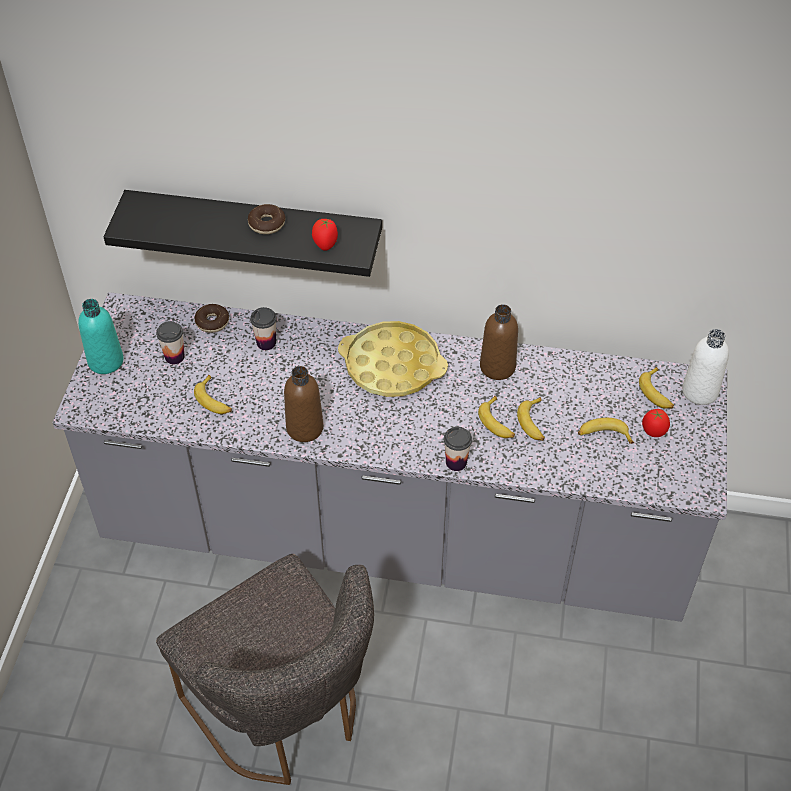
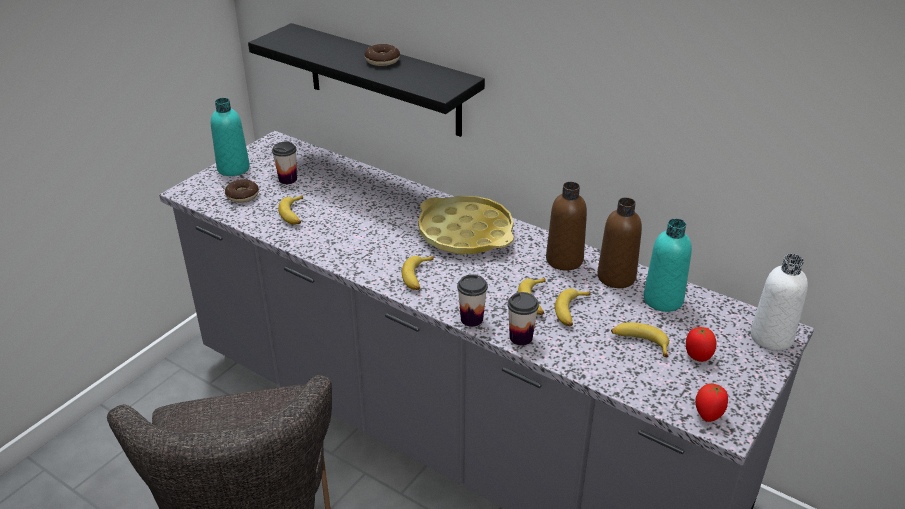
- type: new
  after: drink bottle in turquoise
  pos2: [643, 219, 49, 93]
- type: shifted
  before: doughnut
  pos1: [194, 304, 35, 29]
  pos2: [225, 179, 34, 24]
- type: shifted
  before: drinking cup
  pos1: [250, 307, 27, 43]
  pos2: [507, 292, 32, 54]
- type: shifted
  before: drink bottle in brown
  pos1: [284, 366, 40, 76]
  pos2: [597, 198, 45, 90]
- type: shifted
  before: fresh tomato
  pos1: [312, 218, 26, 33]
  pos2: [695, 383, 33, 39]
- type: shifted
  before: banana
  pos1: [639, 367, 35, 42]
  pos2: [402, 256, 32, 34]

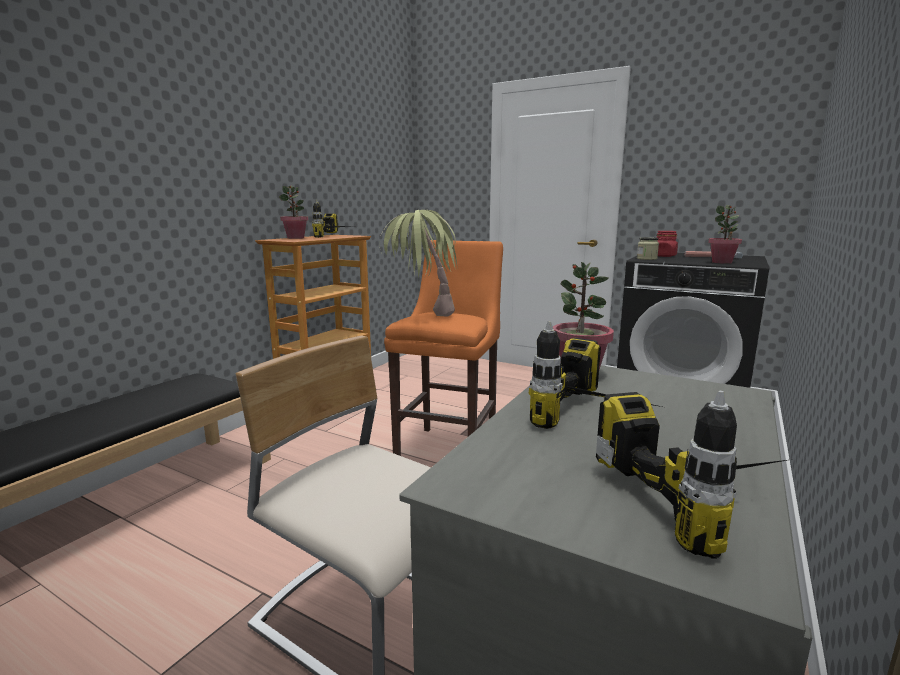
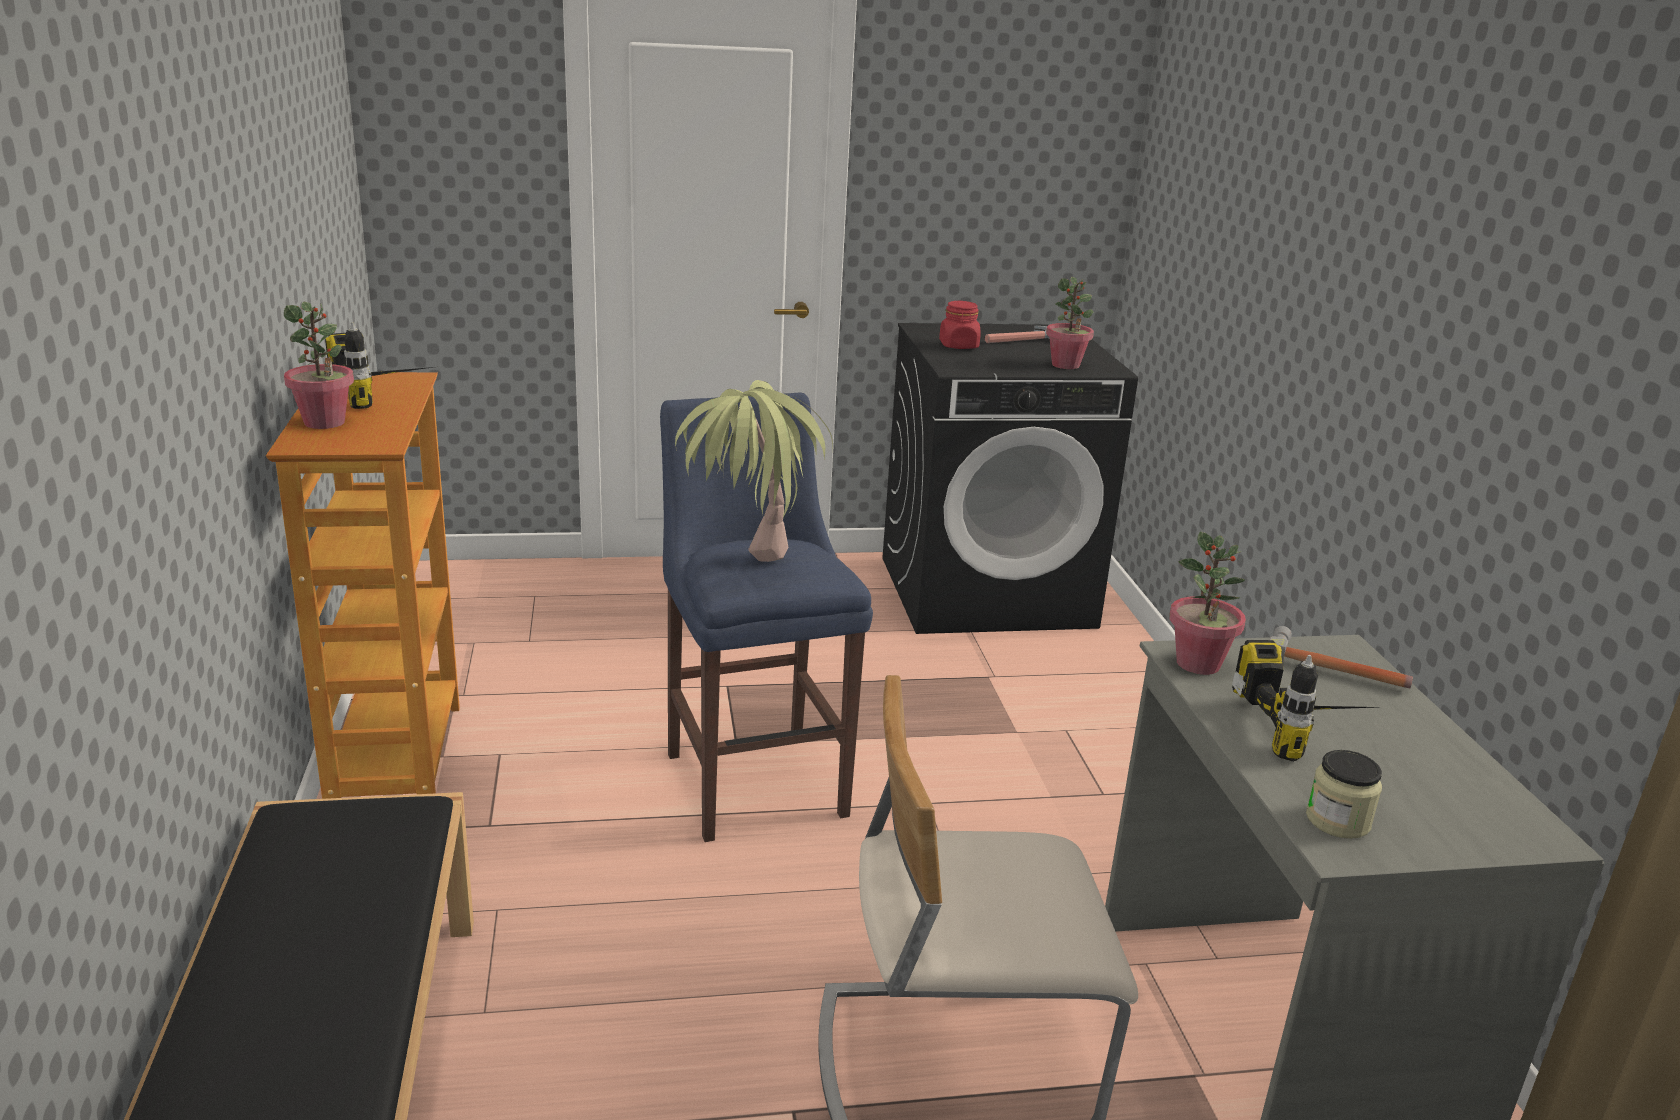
- type: gone
  before: drill
  pos1: [596, 390, 197, 168]
- type: new
  after: hammer
  pos2: [1270, 626, 143, 62]
- type: shifted
  before: preserve jar
  pos1: [637, 237, 22, 23]
  pos2: [1306, 750, 76, 89]
- type: repainted
  before: stool seat in orange-coloured
  after: stool seat in blue-coloured
  pos1: [384, 240, 119, 216]
  pos2: [660, 393, 213, 449]

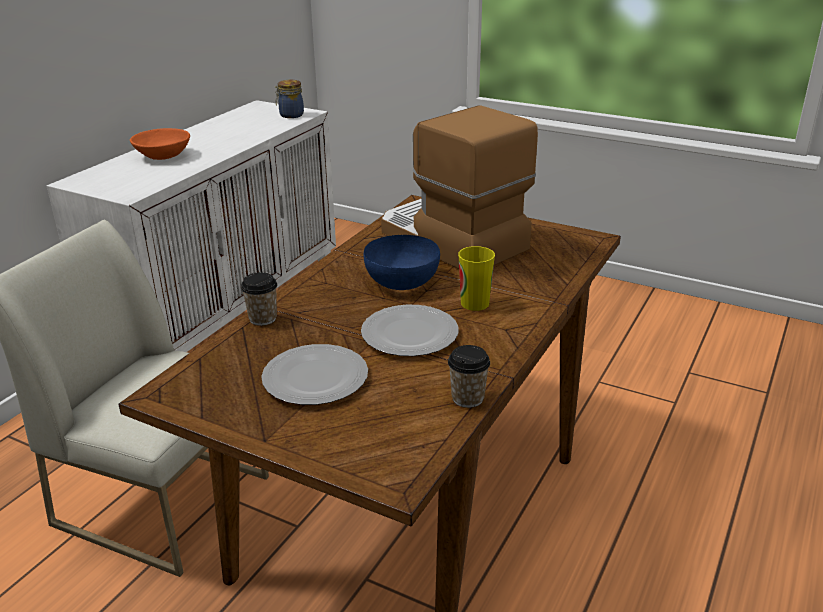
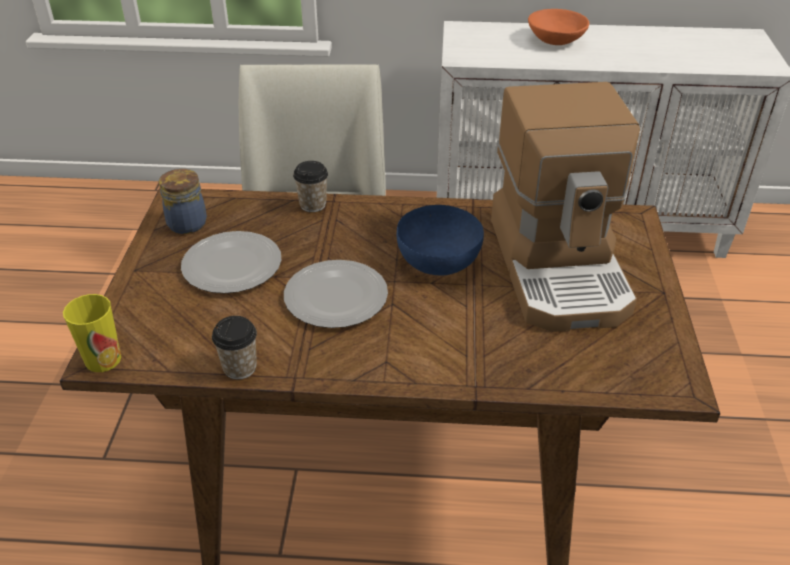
- type: shifted
  before: preserve jar
  pos1: [275, 80, 29, 38]
  pos2: [159, 169, 48, 65]
- type: shifted
  before: drinking cup
  pos1: [458, 246, 37, 65]
  pos2: [63, 294, 58, 78]
- type: rotated
  before: coffee machine
  pos1: [381, 105, 157, 164]
  pos2: [491, 82, 149, 250]
  turn: 150

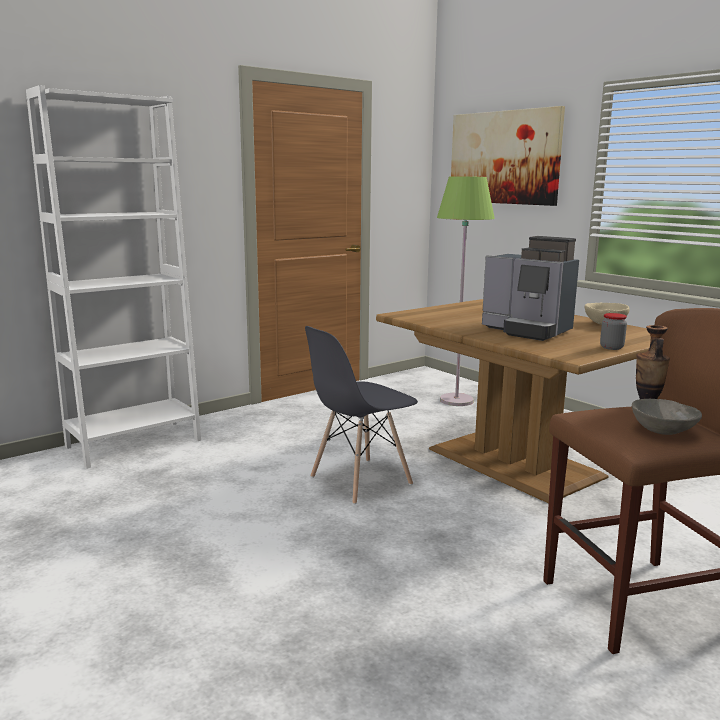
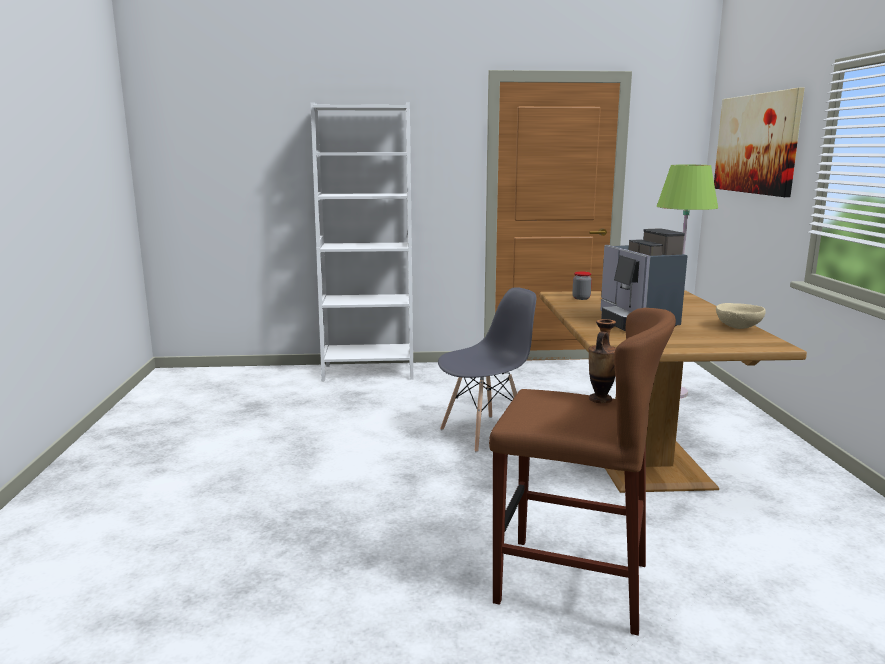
- type: gone
  before: deep dish in greyish
  pos1: [632, 399, 70, 36]
- type: shifted
  before: preserve jar
  pos1: [600, 313, 27, 37]
  pos2: [572, 272, 20, 28]
- type: rotated
  before: plain chair in greyish
  pos1: [305, 326, 113, 179]
  pos2: [438, 287, 98, 166]
  turn: 150

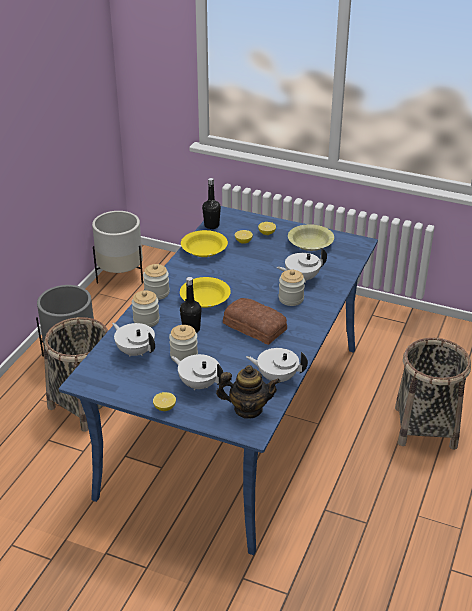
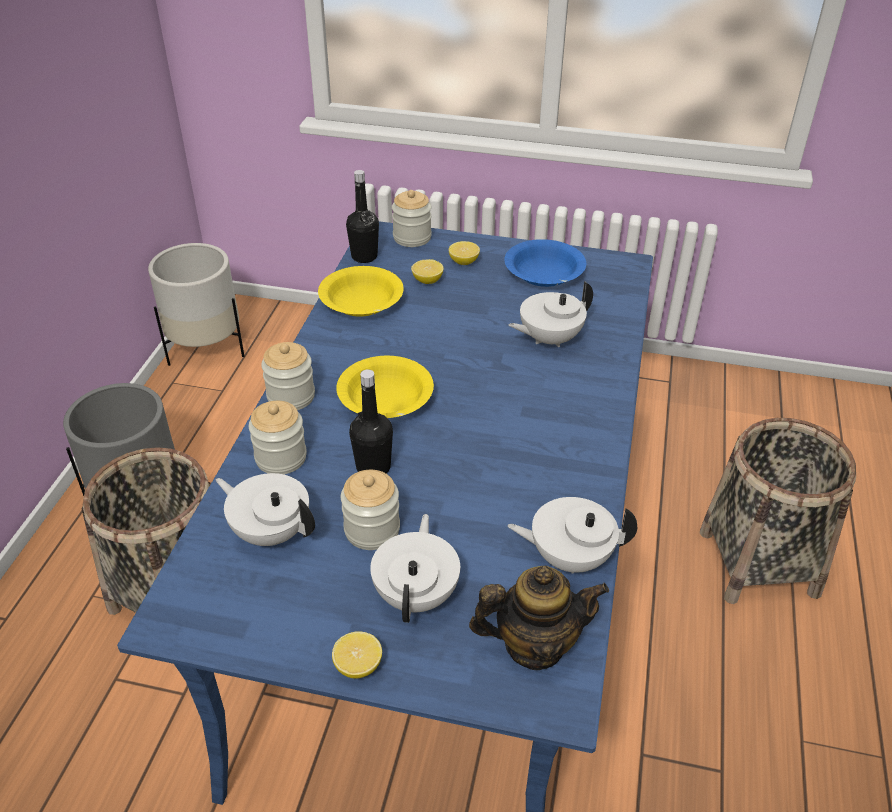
- type: gone
  before: baked bread
  pos1: [223, 298, 64, 47]
- type: shifted
  before: preserve jar
  pos1: [279, 270, 26, 36]
  pos2: [392, 190, 40, 57]
- type: repainted
  before: deep dish in yellow
  after: deep dish in blue-coloured
  pos1: [288, 224, 46, 27]
  pos2: [504, 239, 82, 48]
- type: rotated
  before: tea pot in white
  pos1: [172, 354, 52, 37]
  pos2: [370, 514, 90, 109]
  turn: 75

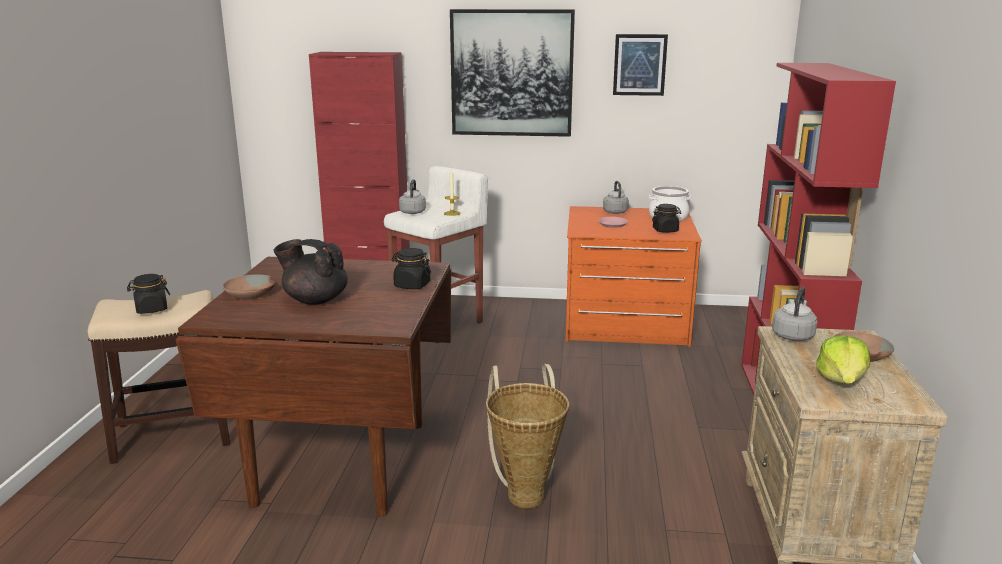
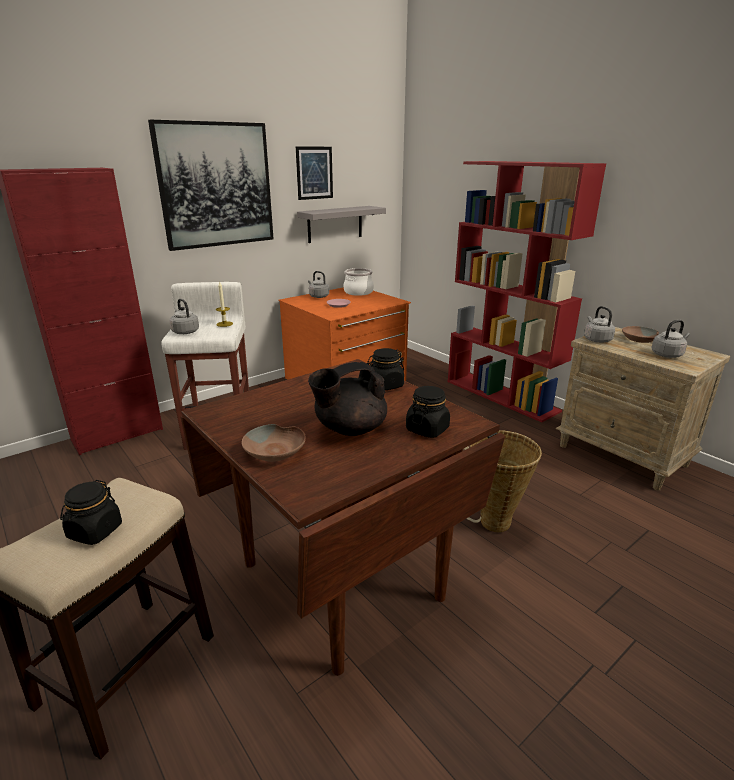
- type: new
  after: bracket shelf in greyish
  pos2: [297, 206, 89, 37]
- type: shifted
  before: preserve jar in black-coloured
  pos1: [652, 204, 29, 29]
  pos2: [406, 386, 44, 52]
- type: swapped
  before: lettuce
  after: water kettle in greyish
  pos1: [816, 335, 54, 49]
  pos2: [651, 320, 39, 38]

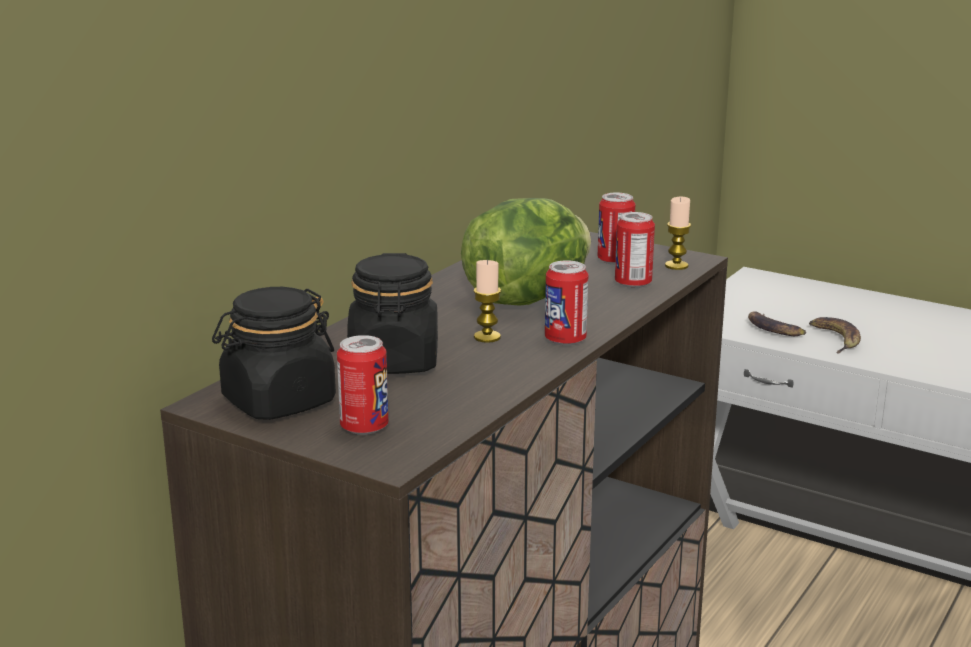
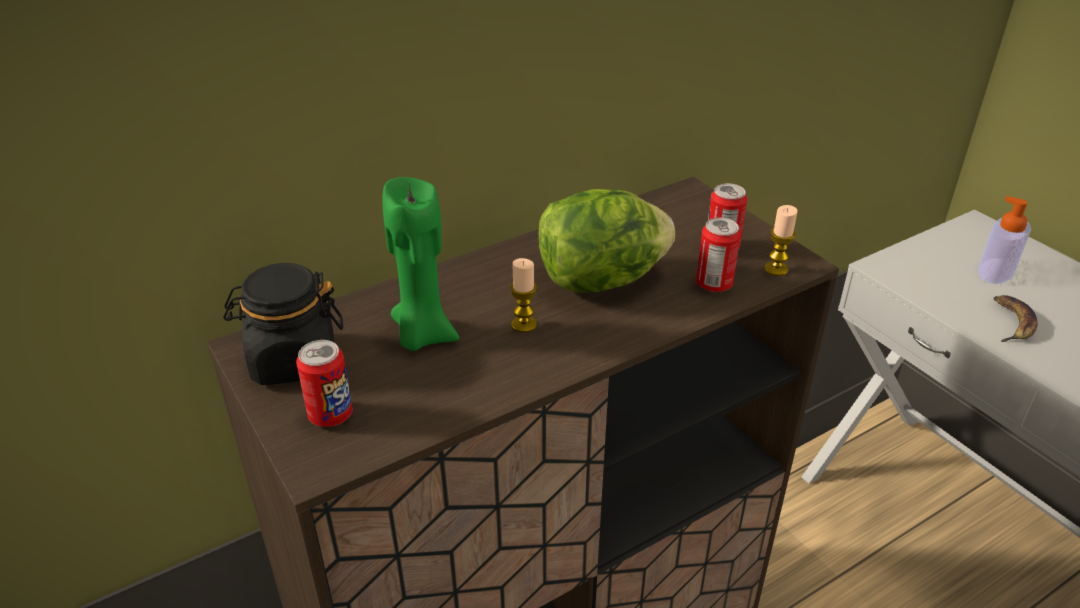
- type: gone
  before: sealed can
  pos1: [545, 260, 43, 86]
- type: gone
  before: banana
  pos1: [748, 311, 58, 25]
- type: new
  after: soap dispenser
  pos2: [978, 196, 53, 88]
- type: swapped
  before: preserve jar in black-coloured
  after: wax candle in green
  pos1: [347, 253, 91, 121]
  pos2: [383, 177, 77, 174]

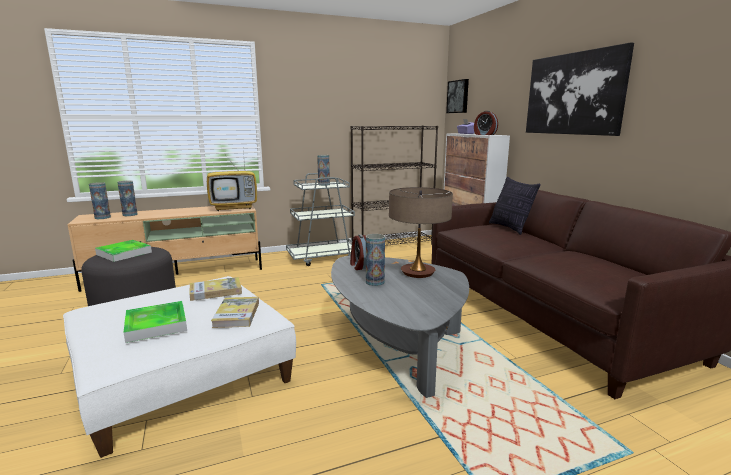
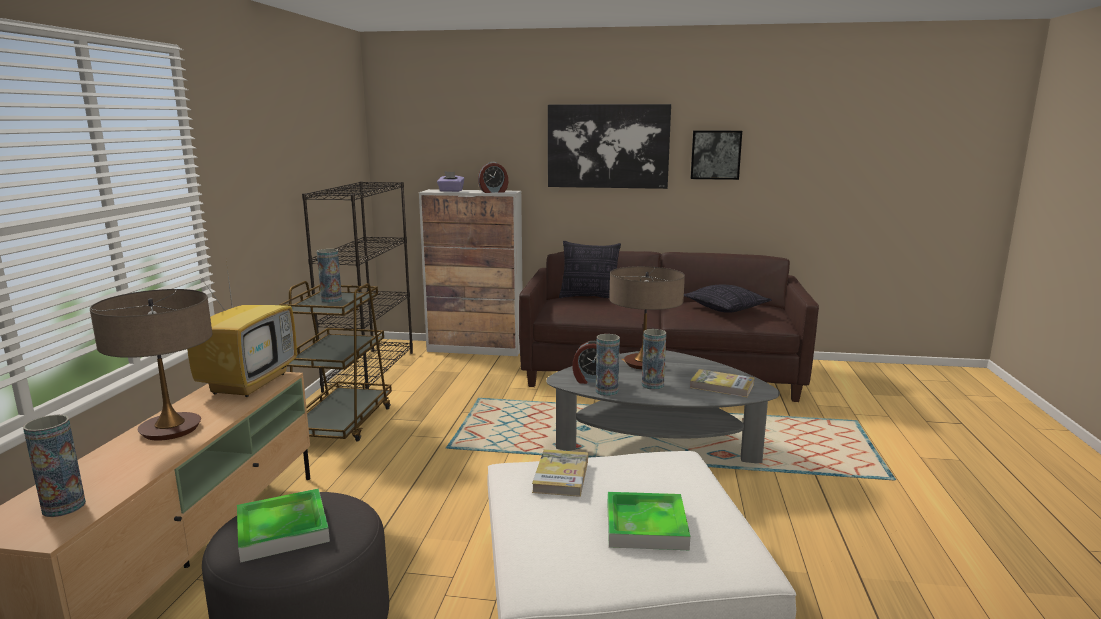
- type: new
  after: table lamp
  pos2: [90, 289, 122, 152]
- type: new
  after: throw pillow
  pos2: [684, 285, 88, 28]
- type: shifted
  before: vase
  pos1: [117, 181, 21, 35]
  pos2: [596, 334, 24, 62]
- type: shifted
  before: book
  pos1: [211, 297, 48, 31]
  pos2: [690, 369, 64, 28]
- type: shifted
  before: picture
  pos1: [446, 79, 23, 34]
  pos2: [690, 131, 52, 49]
- type: repainted
  before: wheeled cart in greyish
  after: wheeled cart in brown
  pos1: [286, 173, 69, 93]
  pos2: [279, 281, 113, 161]

